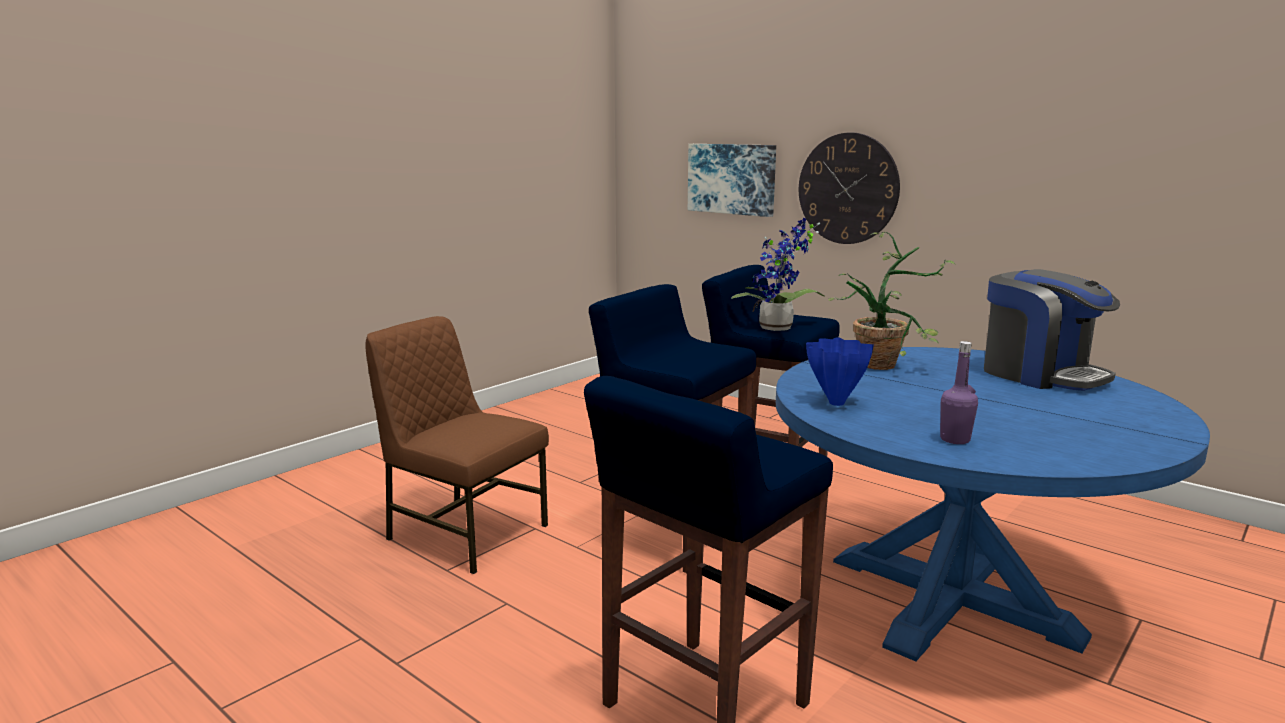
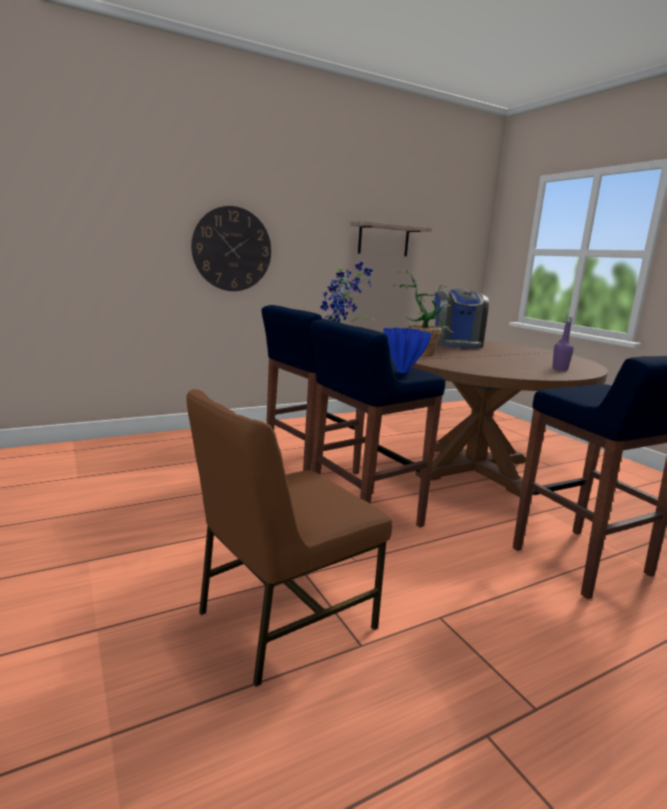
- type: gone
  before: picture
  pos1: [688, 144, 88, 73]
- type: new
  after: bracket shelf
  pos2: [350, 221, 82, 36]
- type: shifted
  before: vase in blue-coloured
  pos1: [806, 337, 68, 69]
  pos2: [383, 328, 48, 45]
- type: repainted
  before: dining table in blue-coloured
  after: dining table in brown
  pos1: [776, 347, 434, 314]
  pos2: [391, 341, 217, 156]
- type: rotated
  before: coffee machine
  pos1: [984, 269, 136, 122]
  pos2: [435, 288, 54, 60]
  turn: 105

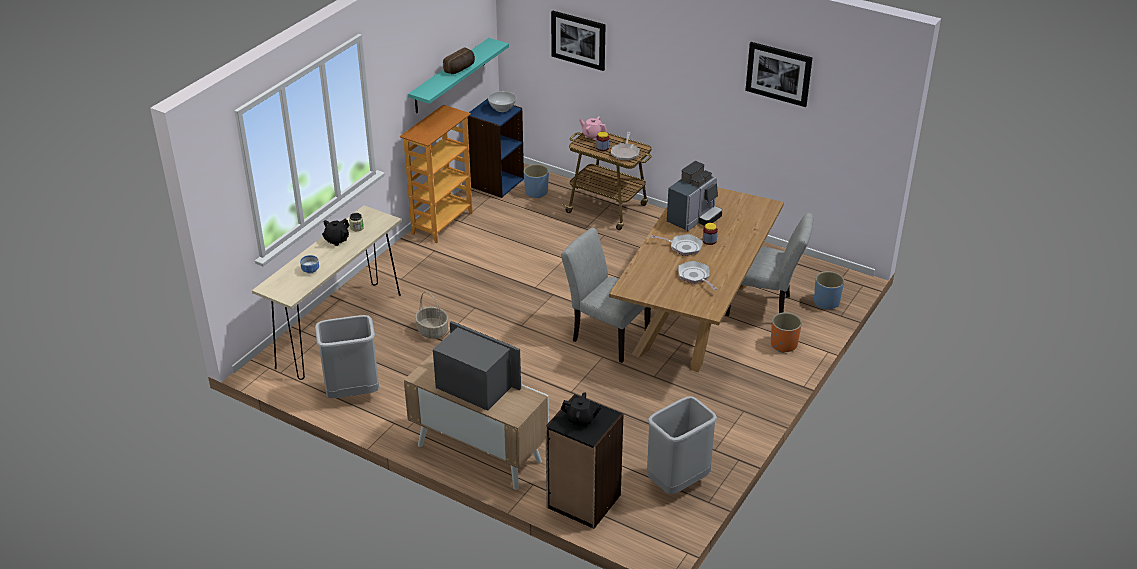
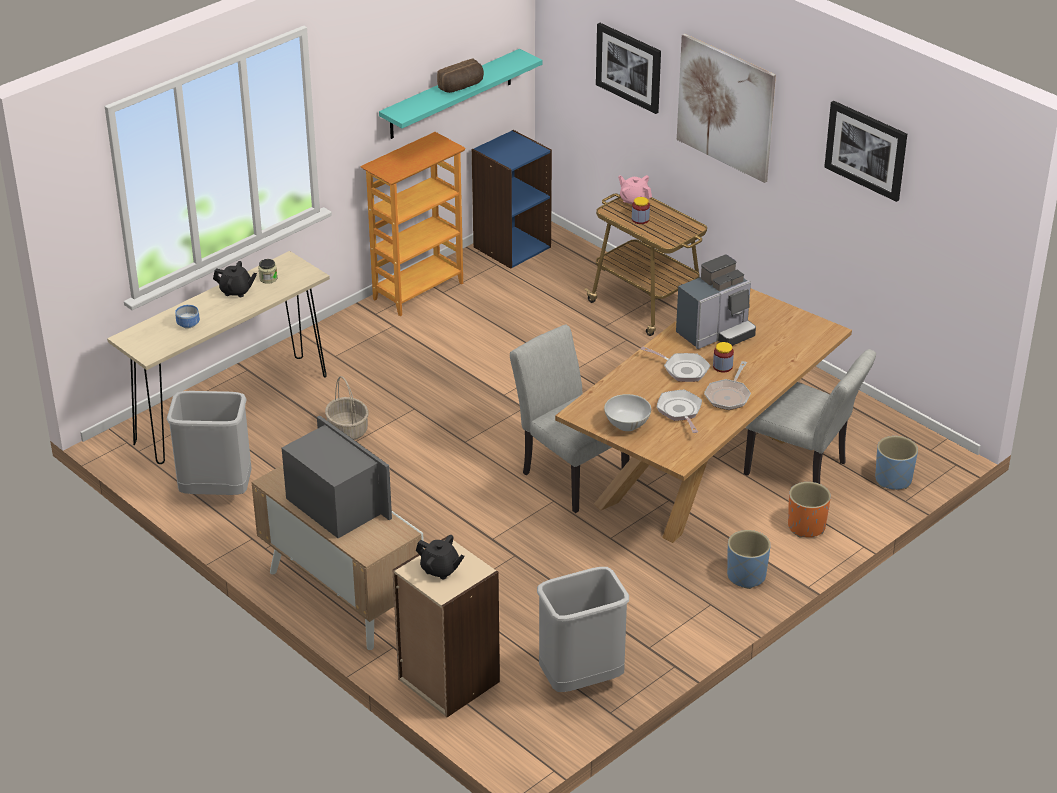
- type: new
  after: picture
  pos2: [677, 34, 99, 149]
- type: shifted
  before: deep dish in white
  pos1: [488, 91, 28, 21]
  pos2: [604, 394, 47, 37]
- type: shifted
  before: plant pot in blue-coloured
  pos1: [524, 164, 25, 34]
  pos2: [727, 530, 44, 59]
- type: shifted
  before: frying pan
  pos1: [611, 132, 28, 29]
  pos2: [704, 361, 47, 49]
- type: repainted
  before: bookcase in black-coloured
  after: bookcase in beige-coloured
  pos1: [545, 394, 79, 135]
  pos2: [392, 536, 108, 181]
- type: rotated
  before: tea pot in black-coloured
  pos1: [322, 219, 27, 27]
  pos2: [213, 261, 44, 36]
  turn: -135

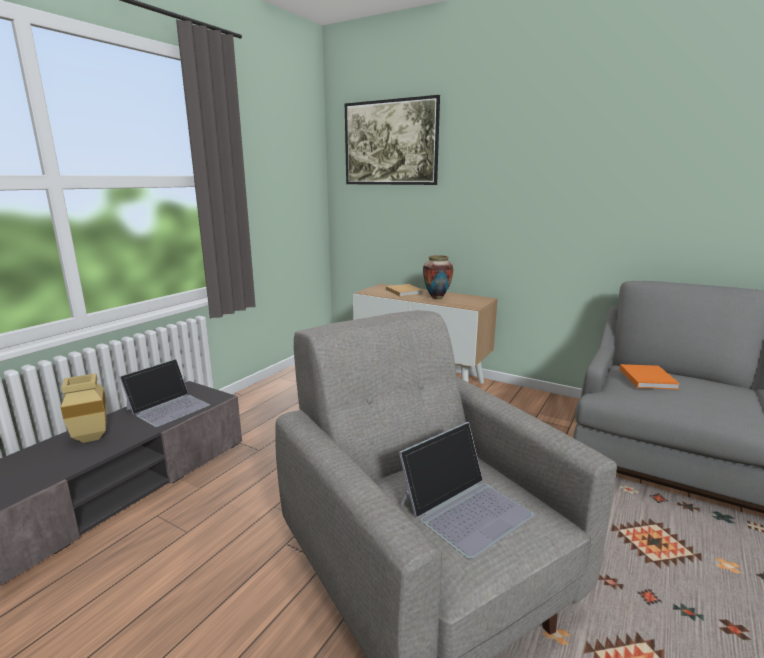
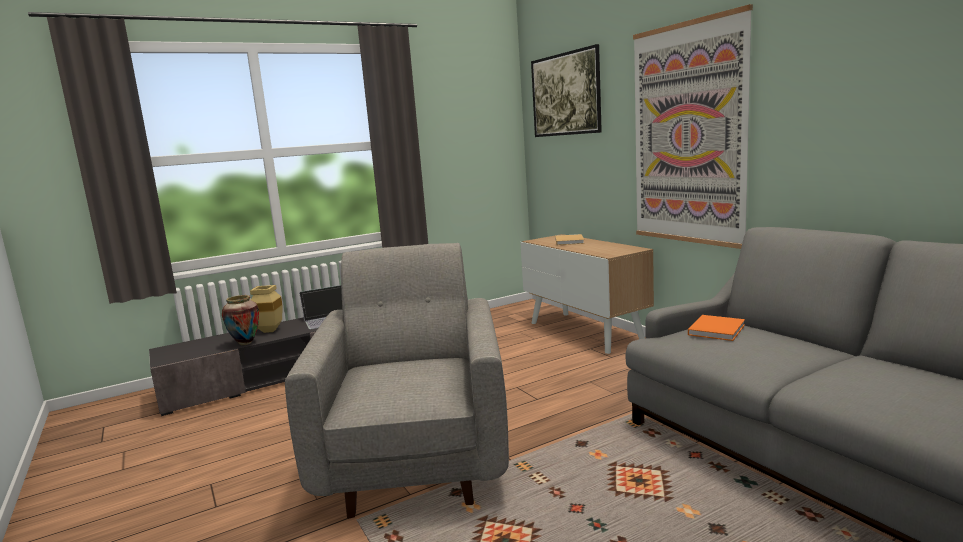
- type: gone
  before: notebook computer
  pos1: [399, 422, 136, 137]
- type: new
  after: picture
  pos2: [633, 4, 120, 245]
- type: shifted
  before: vase
  pos1: [423, 255, 30, 44]
  pos2: [222, 295, 37, 50]

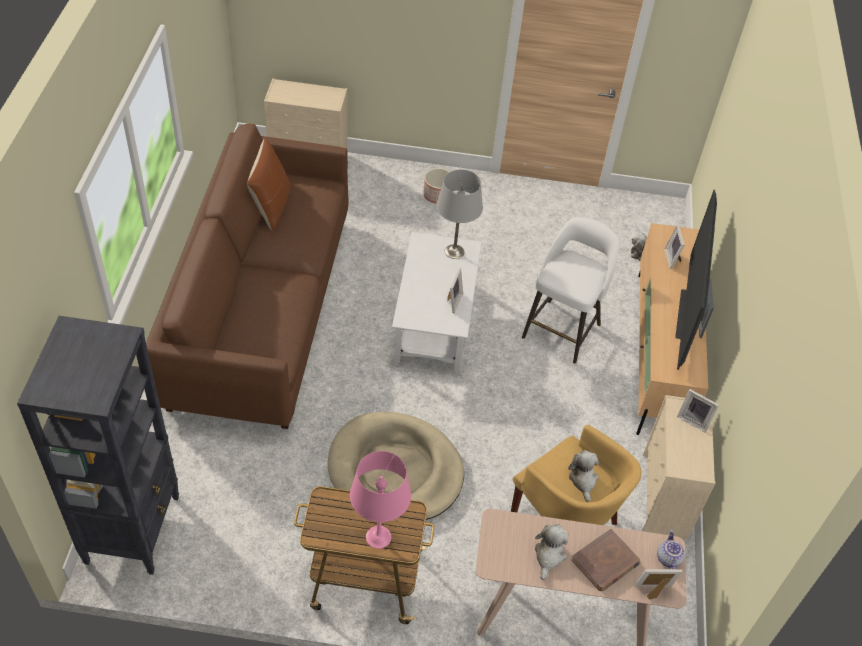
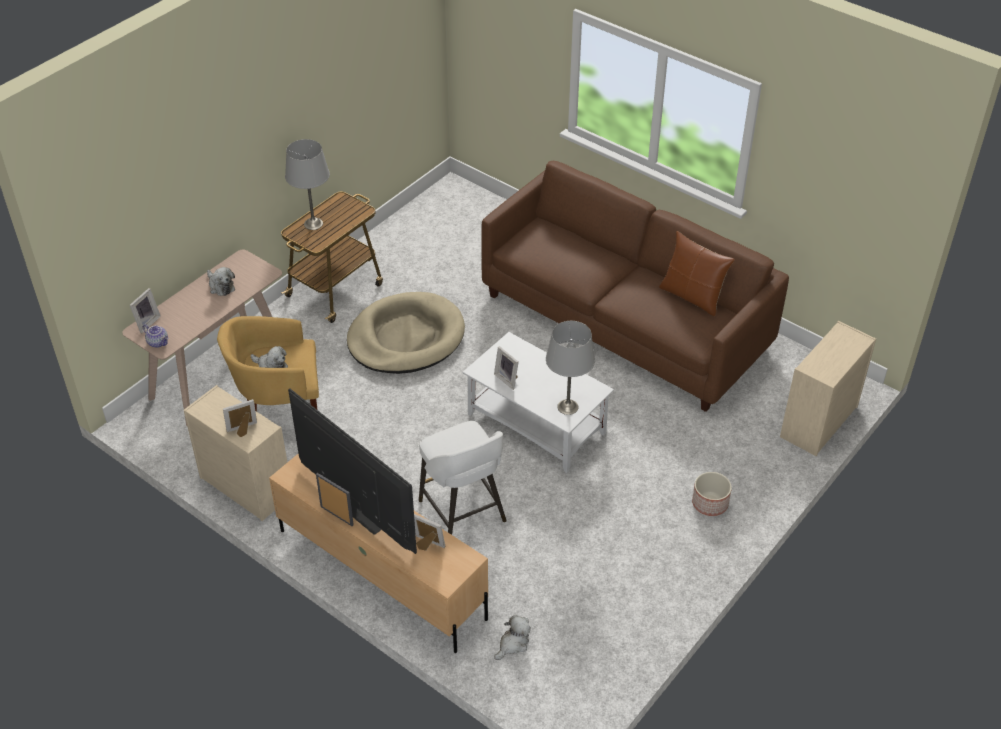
- type: gone
  before: bookcase in black-coloured
  pos1: [17, 316, 162, 259]
- type: gone
  before: book in brown
  pos1: [571, 529, 69, 62]
- type: repainted
  before: table lamp in pinkish
  after: table lamp in greyish
  pos1: [350, 451, 61, 98]
  pos2: [285, 139, 45, 91]

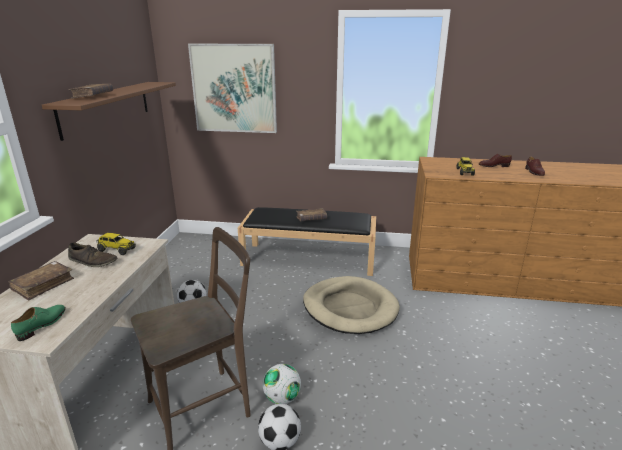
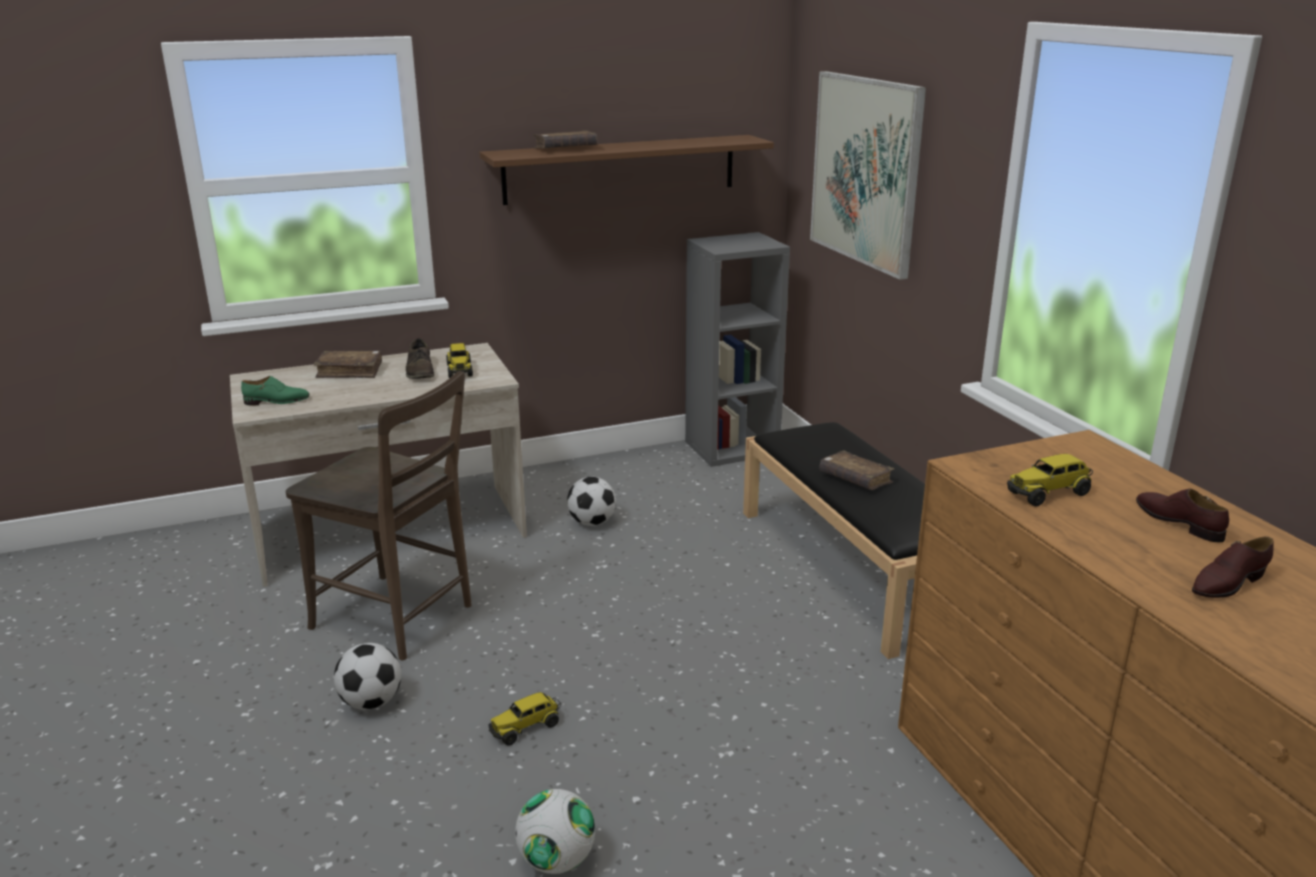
- type: gone
  before: dog cushion in beige-coloured
  pos1: [303, 276, 97, 58]
- type: new
  after: toy truck
  pos2: [489, 692, 72, 54]
- type: new
  after: bookcase in greyish
  pos2: [685, 232, 105, 235]
- type: shifted
  before: football ball
  pos1: [263, 364, 38, 40]
  pos2: [515, 789, 80, 85]

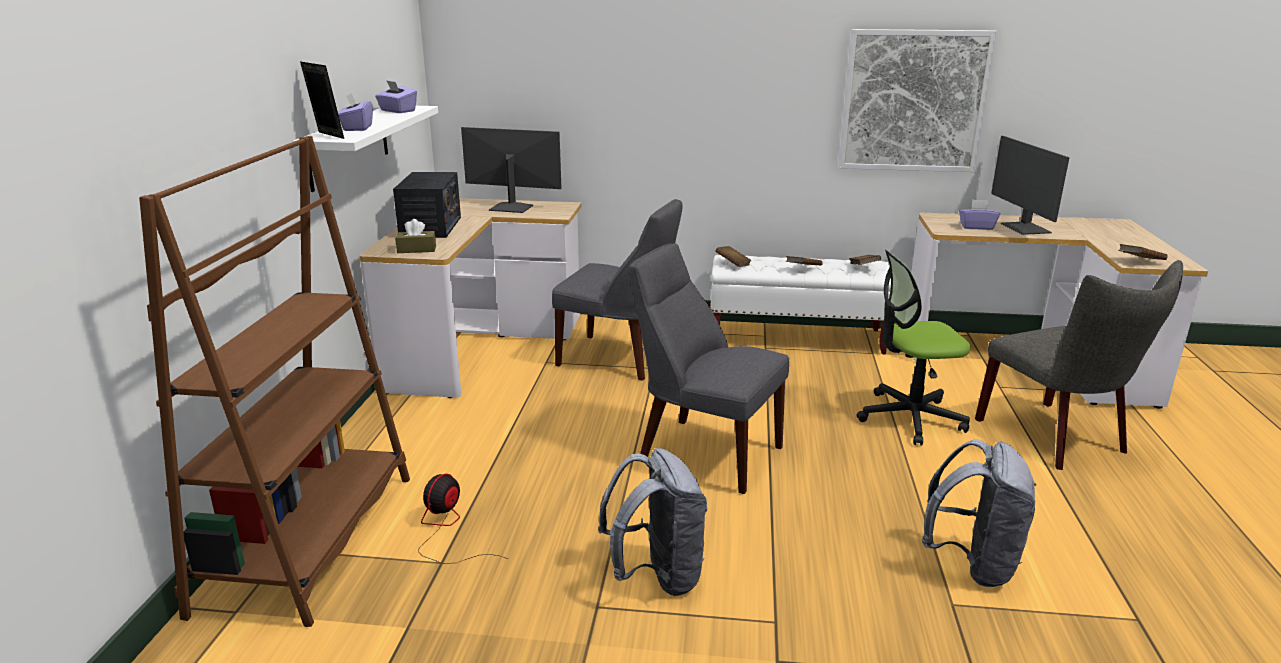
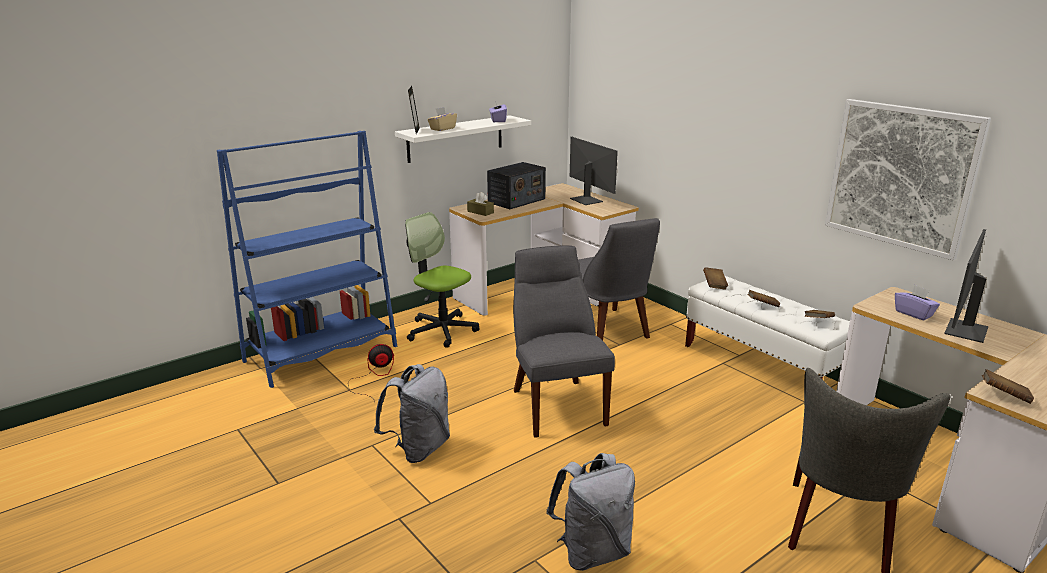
- type: shifted
  before: computer chair
  pos1: [857, 250, 113, 196]
  pos2: [405, 212, 74, 136]
- type: repainted
  before: bookcase in brown
  after: bookcase in blue-coloured
  pos1: [139, 136, 271, 491]
  pos2: [217, 131, 180, 257]
- type: repainted
  before: tissue box in purple
  after: tissue box in beige-coloured
  pos1: [338, 93, 35, 38]
  pos2: [427, 107, 30, 24]

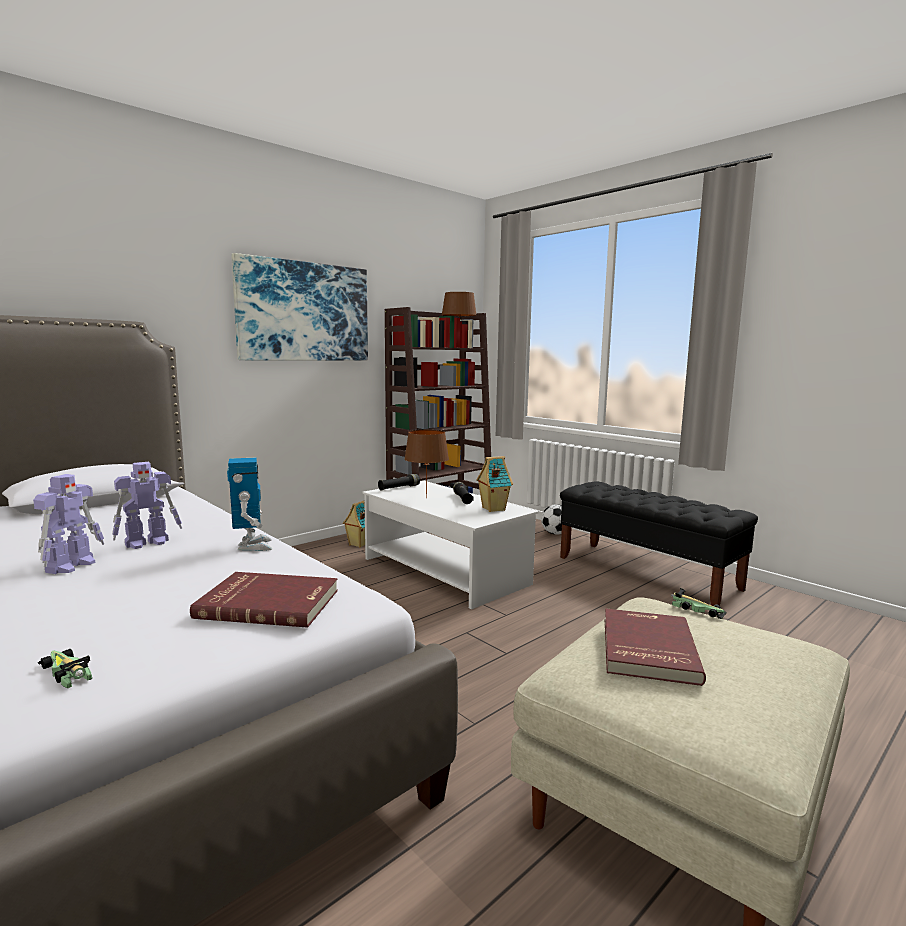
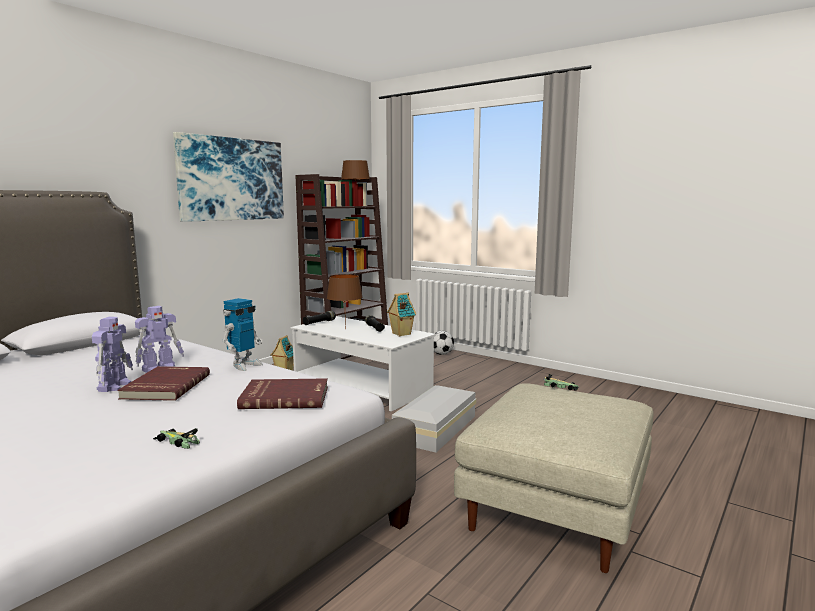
- type: gone
  before: indoor bench in black-coloured
  pos1: [560, 481, 198, 125]
- type: new
  after: storage bin in white
  pos2: [392, 385, 84, 68]
- type: shifted
  before: book in reddish
  pos1: [605, 608, 101, 78]
  pos2: [117, 366, 93, 35]
- type: rotated
  before: toy robot
  pos1: [227, 457, 45, 94]
  pos2: [222, 298, 41, 73]
  turn: 60

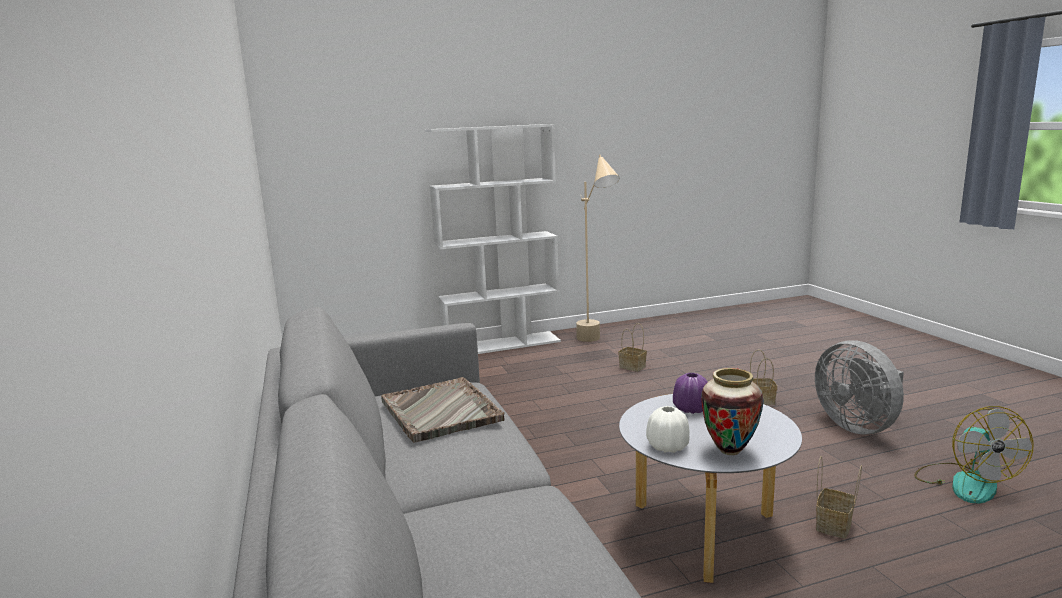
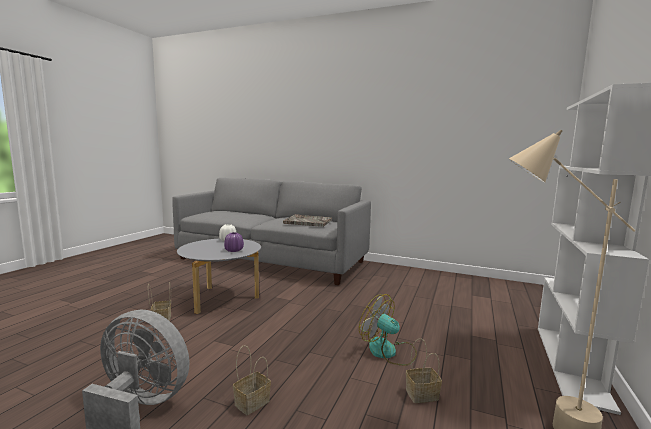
- type: gone
  before: vase
  pos1: [701, 368, 63, 87]
- type: shifted
  before: fan
  pos1: [914, 406, 120, 97]
  pos2: [359, 294, 58, 72]

